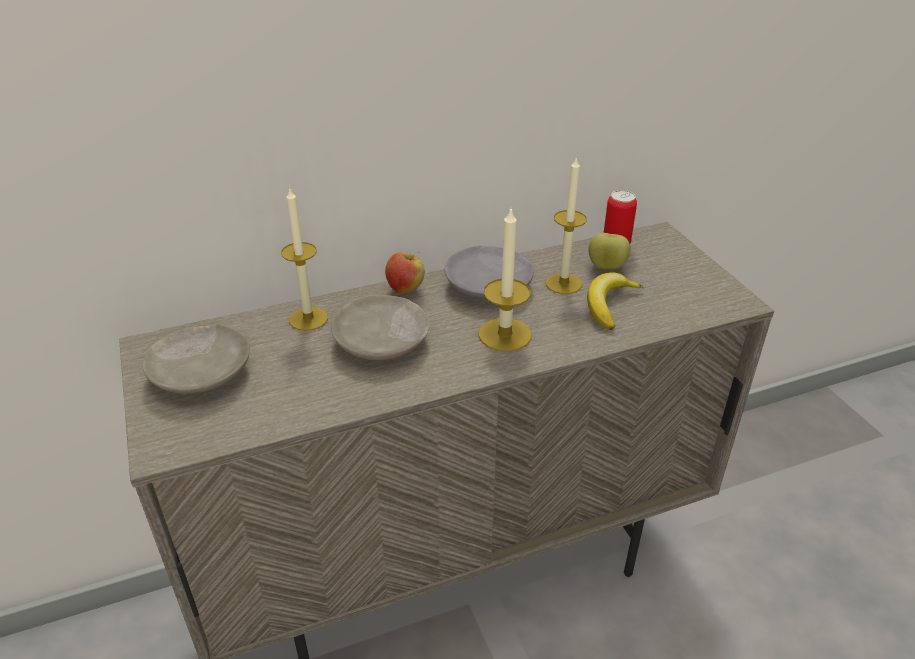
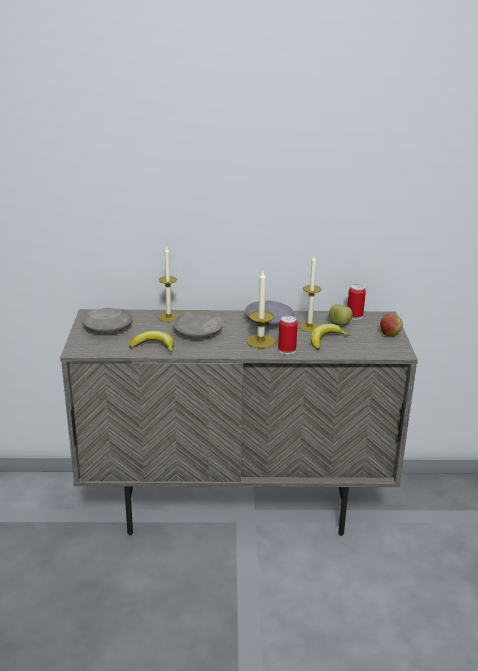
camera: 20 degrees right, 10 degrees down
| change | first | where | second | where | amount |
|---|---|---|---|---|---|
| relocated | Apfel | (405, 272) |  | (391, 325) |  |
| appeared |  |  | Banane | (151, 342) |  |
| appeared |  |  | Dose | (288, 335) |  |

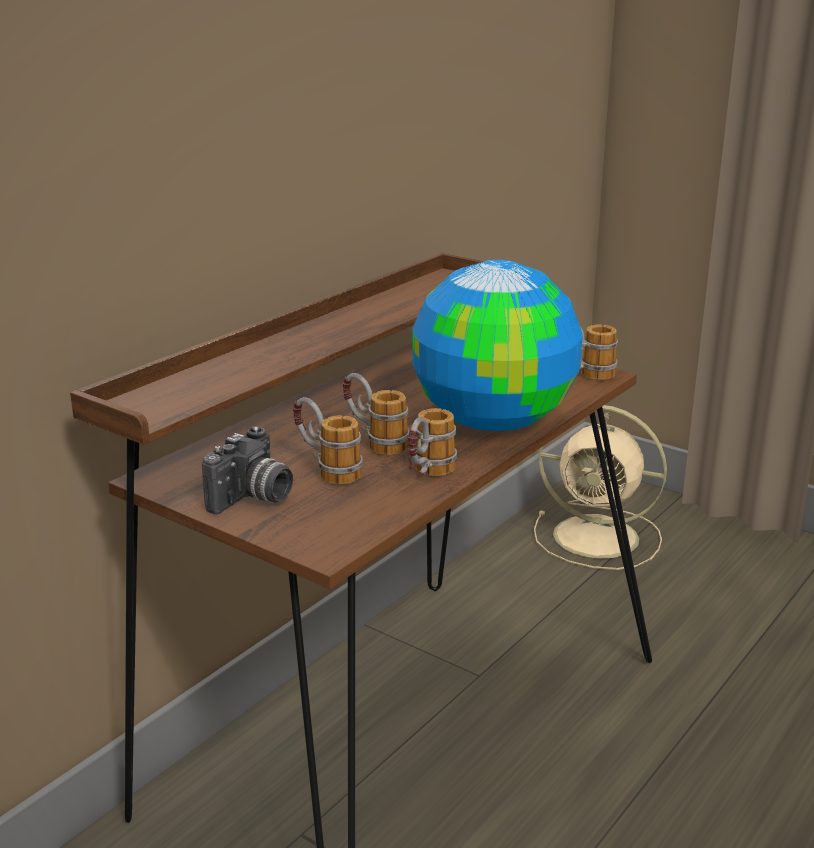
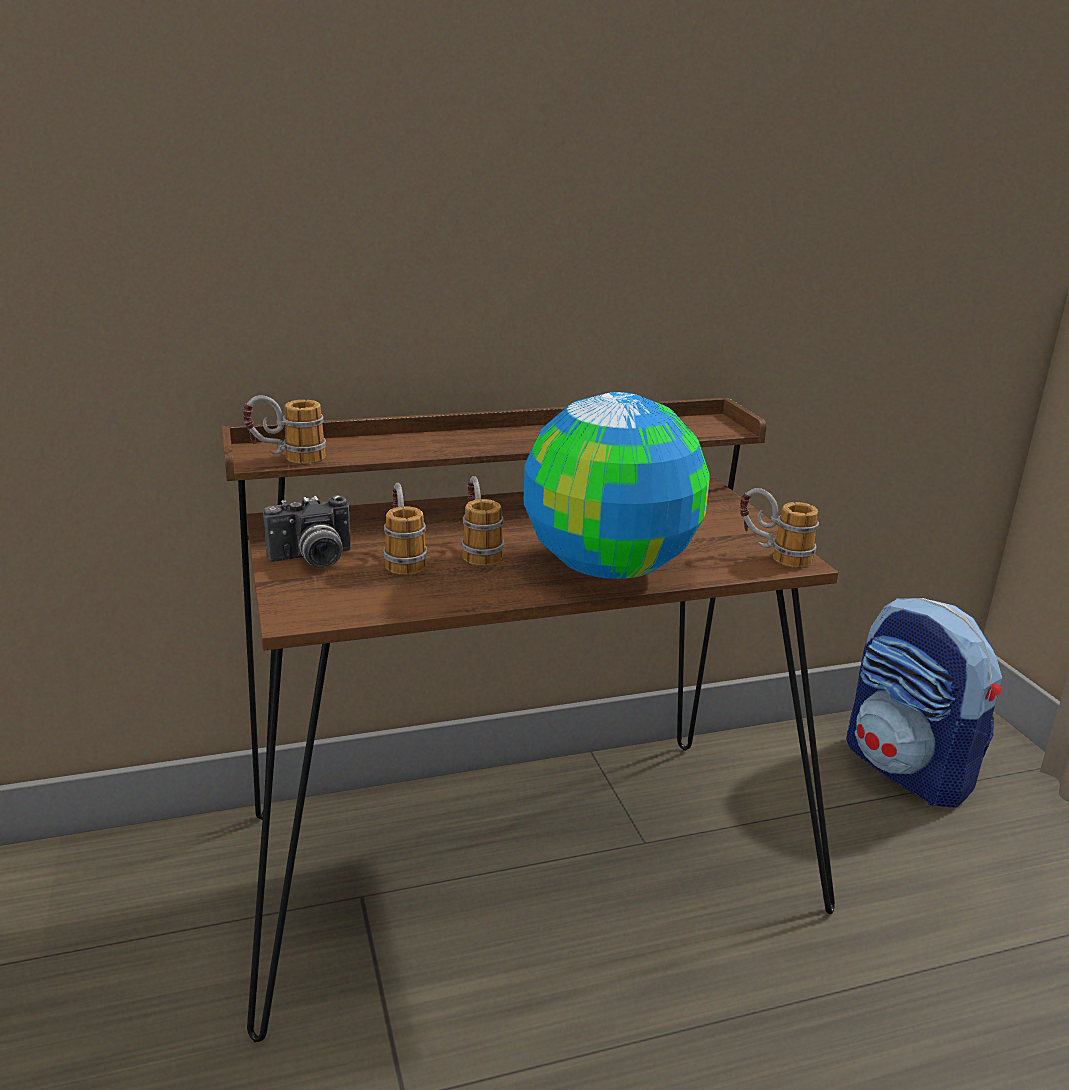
camera: 35 degrees right, 0 degrees up
| change | first | where | second | where | amount |
|---|---|---|---|---|---|
| relocated | Henkelbecher | (432, 442) |  | (284, 429) |  |
| exchanged | Ventilator [beige] | (600, 487) | Rucksack | (924, 703) |  |

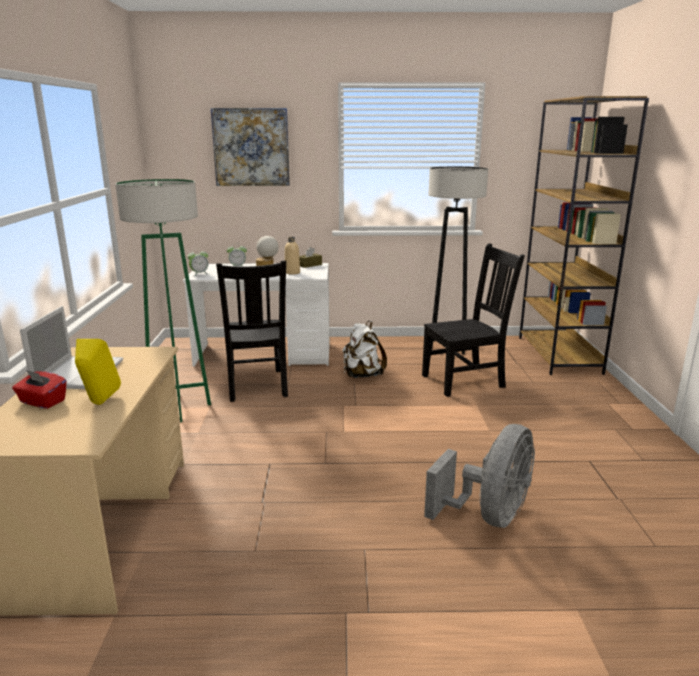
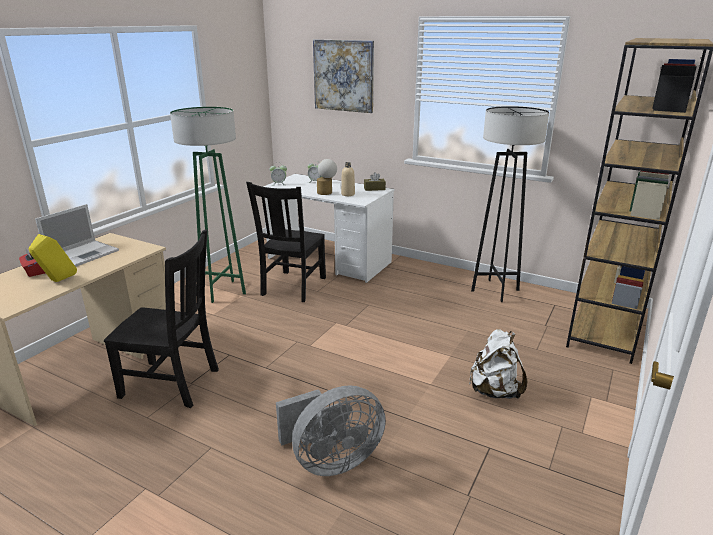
camera: 30 degrees right, 5 degrees up
| change | first | where | second | where | amount |
|---|---|---|---|---|---|
| relocated | Rucksack [weiß] | (365, 349) |  | (498, 364) |  |
| relocated | Stuhl [schwarz] | (473, 320) |  | (161, 318) |  |

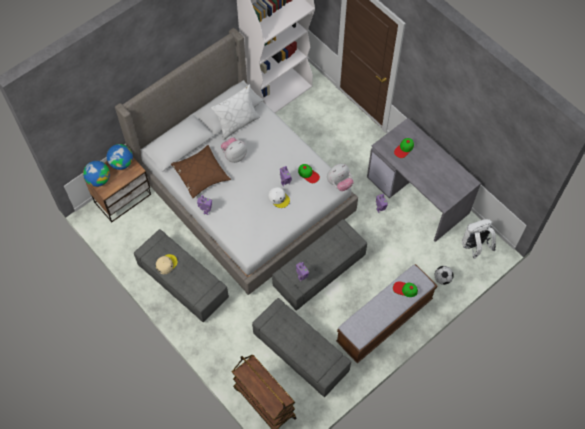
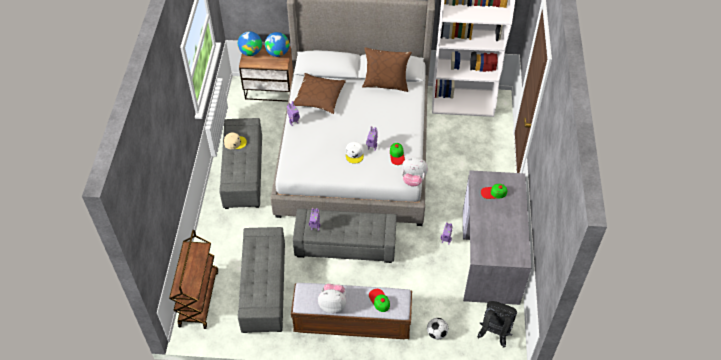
camera: 45 degrees right, 10 degrees down
| change | first | where | second | where | amount |
|---|---|---|---|---|---|
| colour | Kissen [weiß] | (235, 112) | Kissen [braun] | (387, 69) |  |
| relocated | Plüschtier | (234, 150) |  | (332, 299) |  |
| colour | Rucksack [weiß] | (479, 239) | Rucksack [schwarz] | (497, 324) |  |

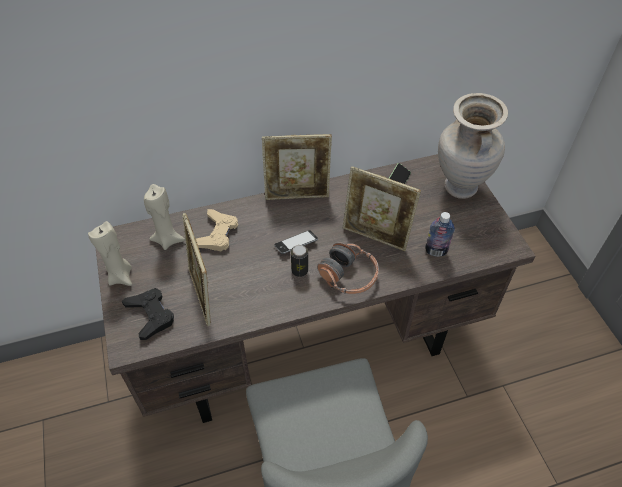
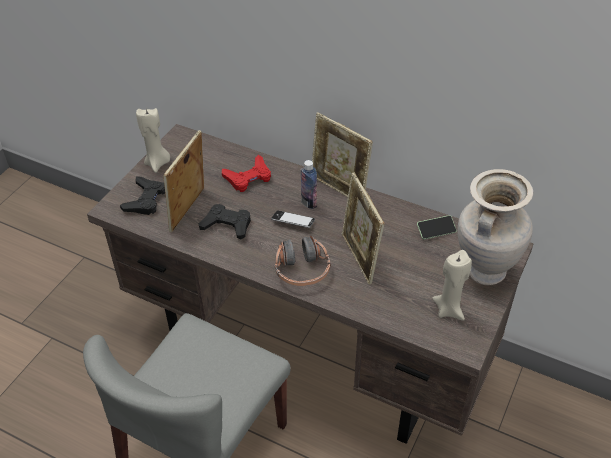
camera: 45 degrees right, 5 degrees down
| change | first | where | second | where | amount |
|---|---|---|---|---|---|
| relocated | Kerze [beige] | (164, 217) |  | (452, 285) |  |
| colour | Gamepad [beige] | (217, 230) | Gamepad [rot] | (246, 173) |  |
| missing | Dose | (299, 261) |  |  |  |
| relocated | Flasche | (440, 234) |  | (309, 184) |  |
| appeared |  |  | Gamepad [schwarz] | (225, 221) |  |

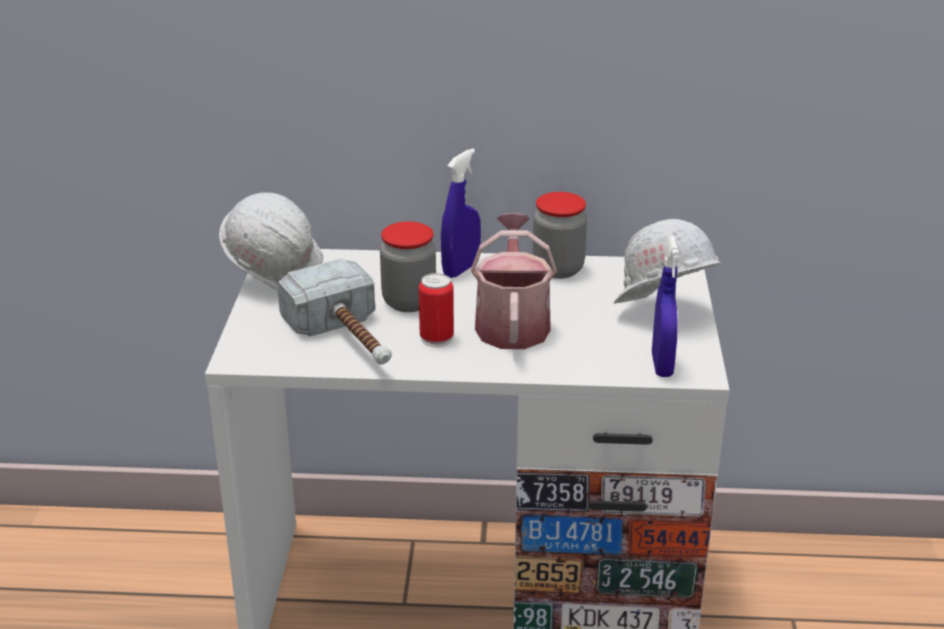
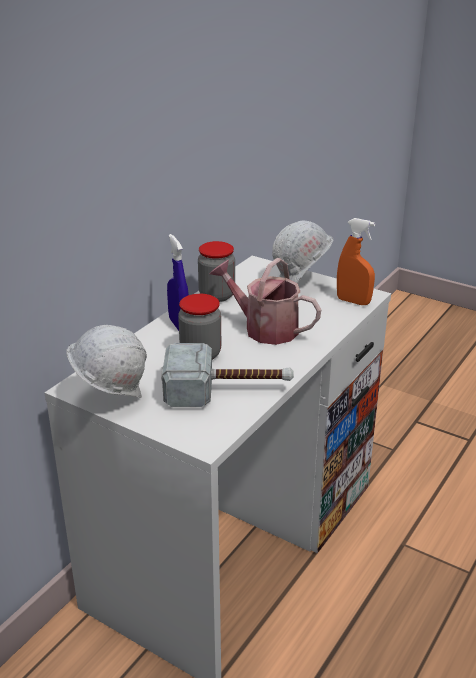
camera: 60 degrees left, 0 degrees up
| change | first | where | second | where | amount |
|---|---|---|---|---|---|
| missing | Dose | (436, 310) |  |  |  |
| colour | Sprühflasche [blau] | (665, 306) | Sprühflasche [orange] | (356, 261) |  |

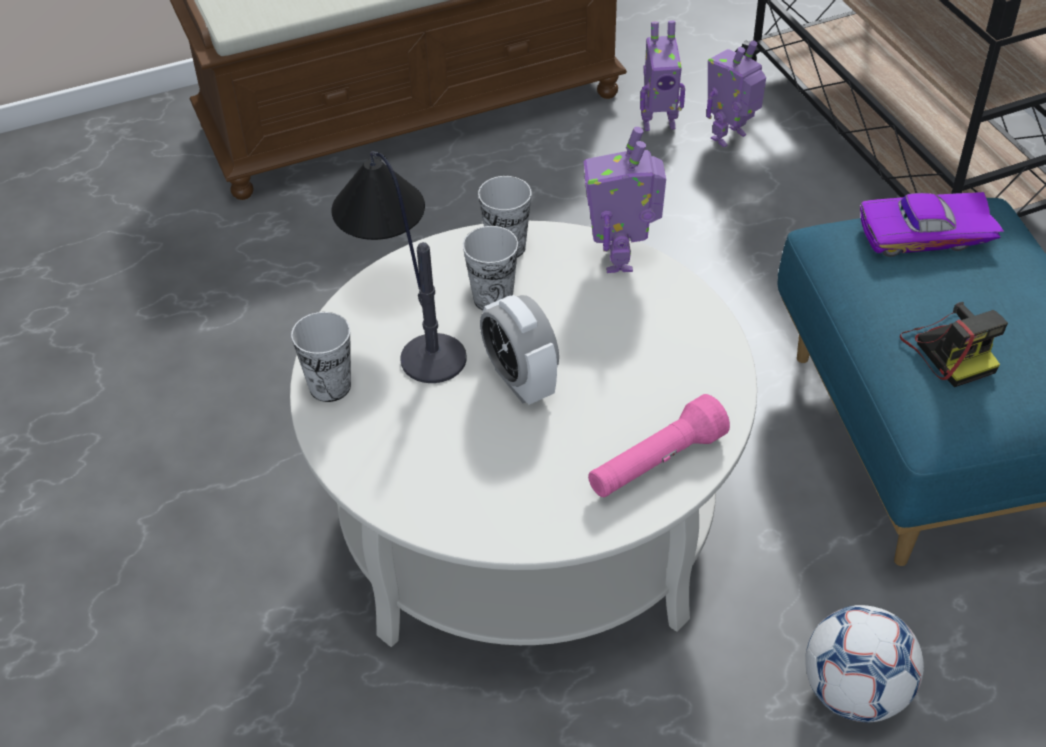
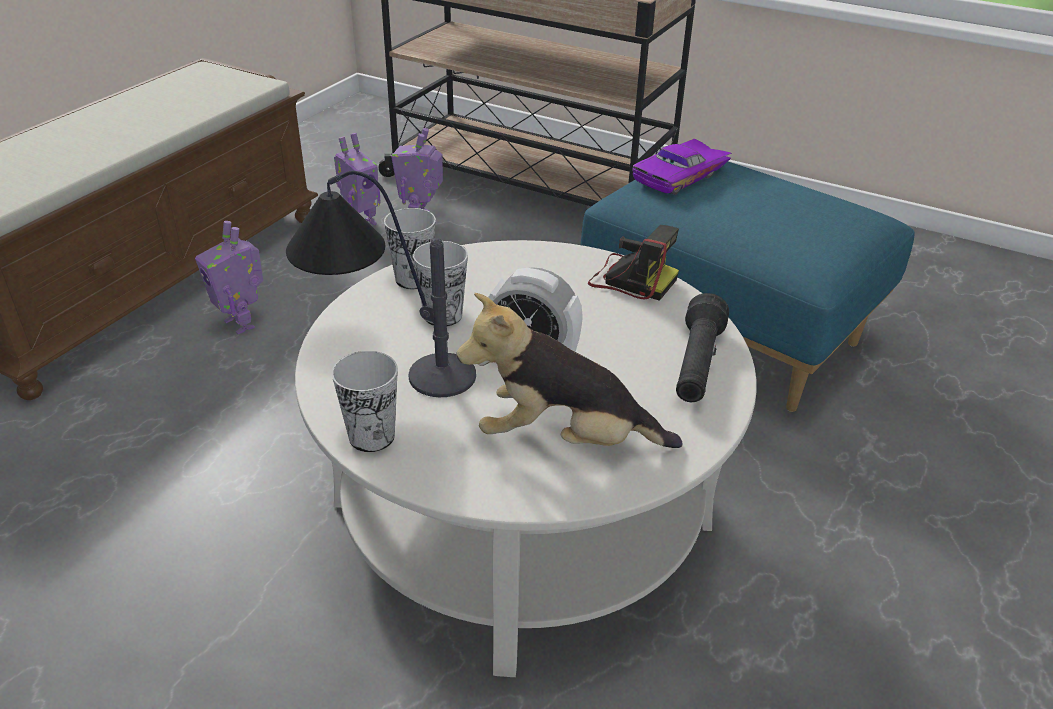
camera: 40 degrees left, 10 degrees down
| change | first | where | second | where | amount |
|---|---|---|---|---|---|
| relocated | Spielzeugroboter | (625, 200) |  | (229, 277) |  |
| colour | Taschenlampe [rosa] | (659, 445) | Taschenlampe [schwarz] | (702, 347) |  |
| missing | Fußball | (864, 663) |  |  |  |
| relocated | Kamera | (954, 344) |  | (633, 263) |  |
| appeared |  |  | Plüschtier | (569, 370) |  |

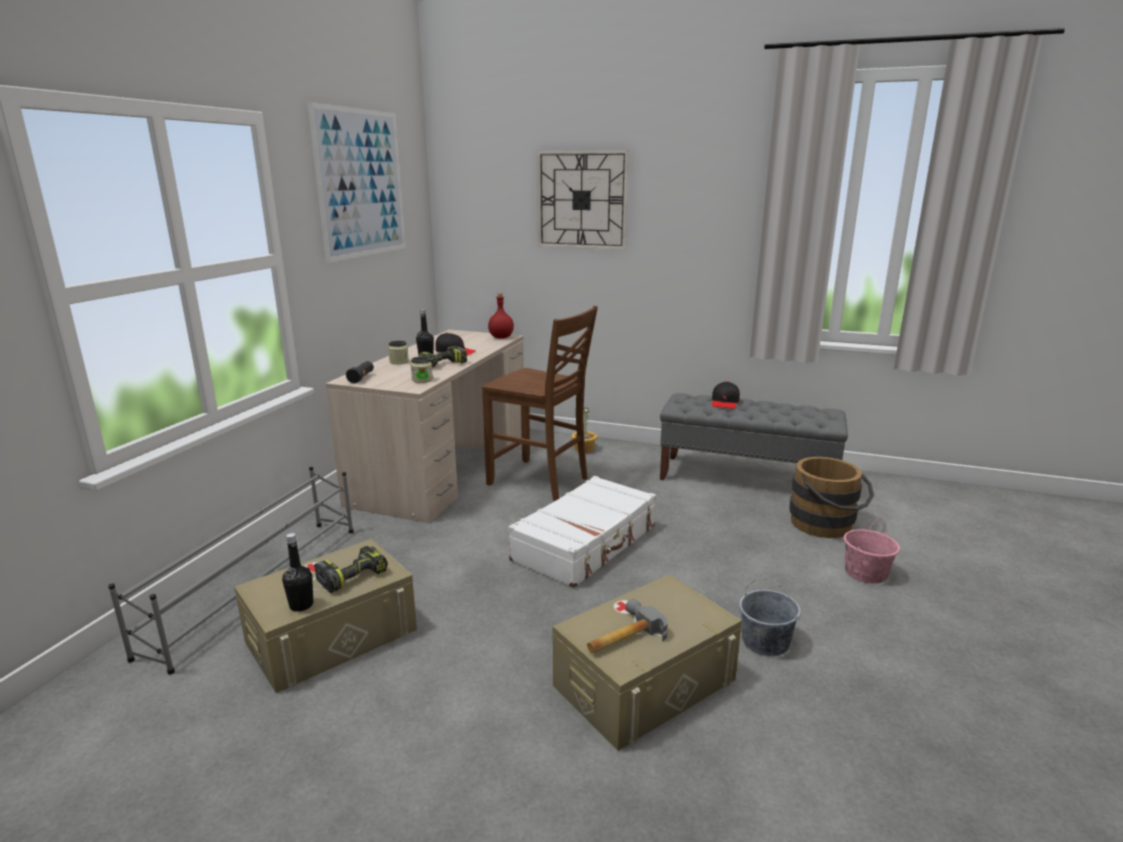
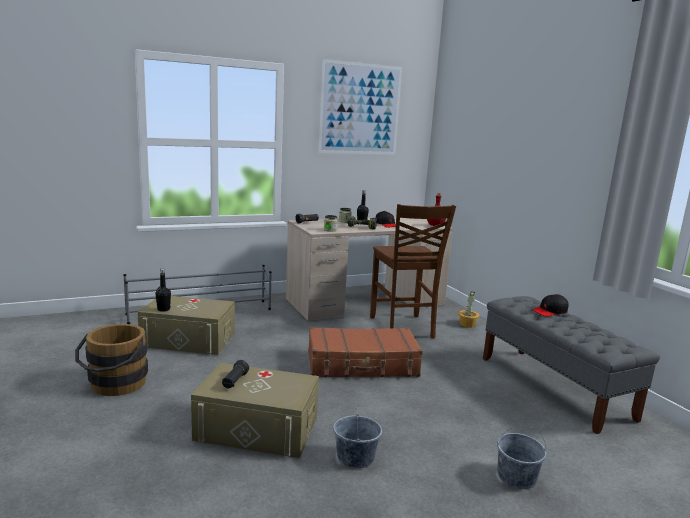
camera: 45 degrees right, 5 degrees down
| change | first | where | second | where | amount |
|---|---|---|---|---|---|
| missing | Bohrmaschine | (351, 569) |  |  |  |
| colour | Koffer [weiß] | (582, 532) | Koffer [braun] | (365, 352) |  |
| missing | Wanduhr | (583, 200) |  |  |  |
| exchanged | Hammer | (627, 625) | Taschenlampe [schwarz] | (235, 374) |  |
| relocated | Eimer [braun] | (831, 497) |  | (111, 360) |  |
| colour | Eimer [rosa] | (872, 551) | Eimer [grau] | (522, 457) |  |

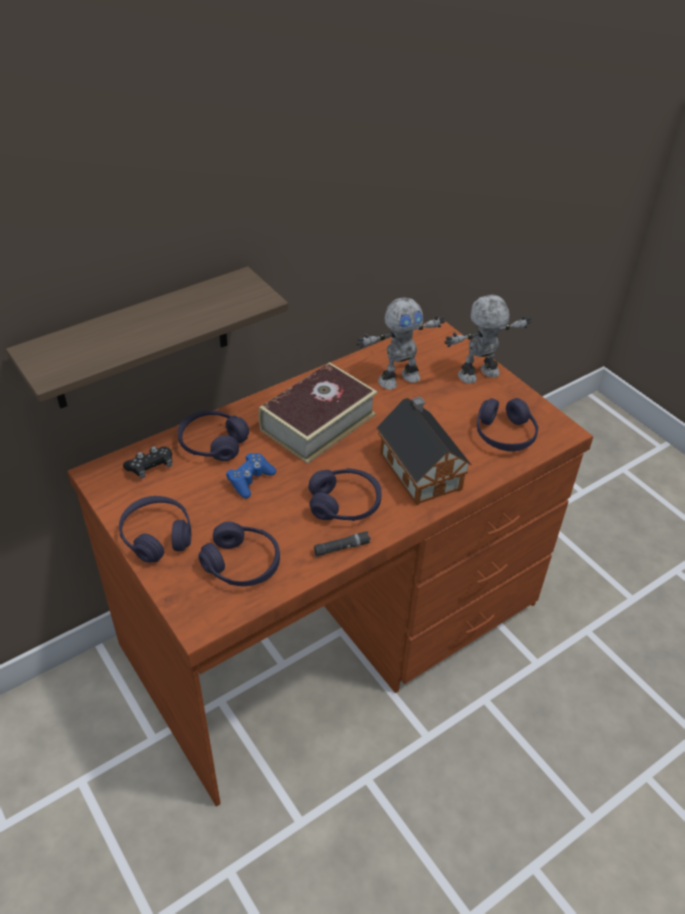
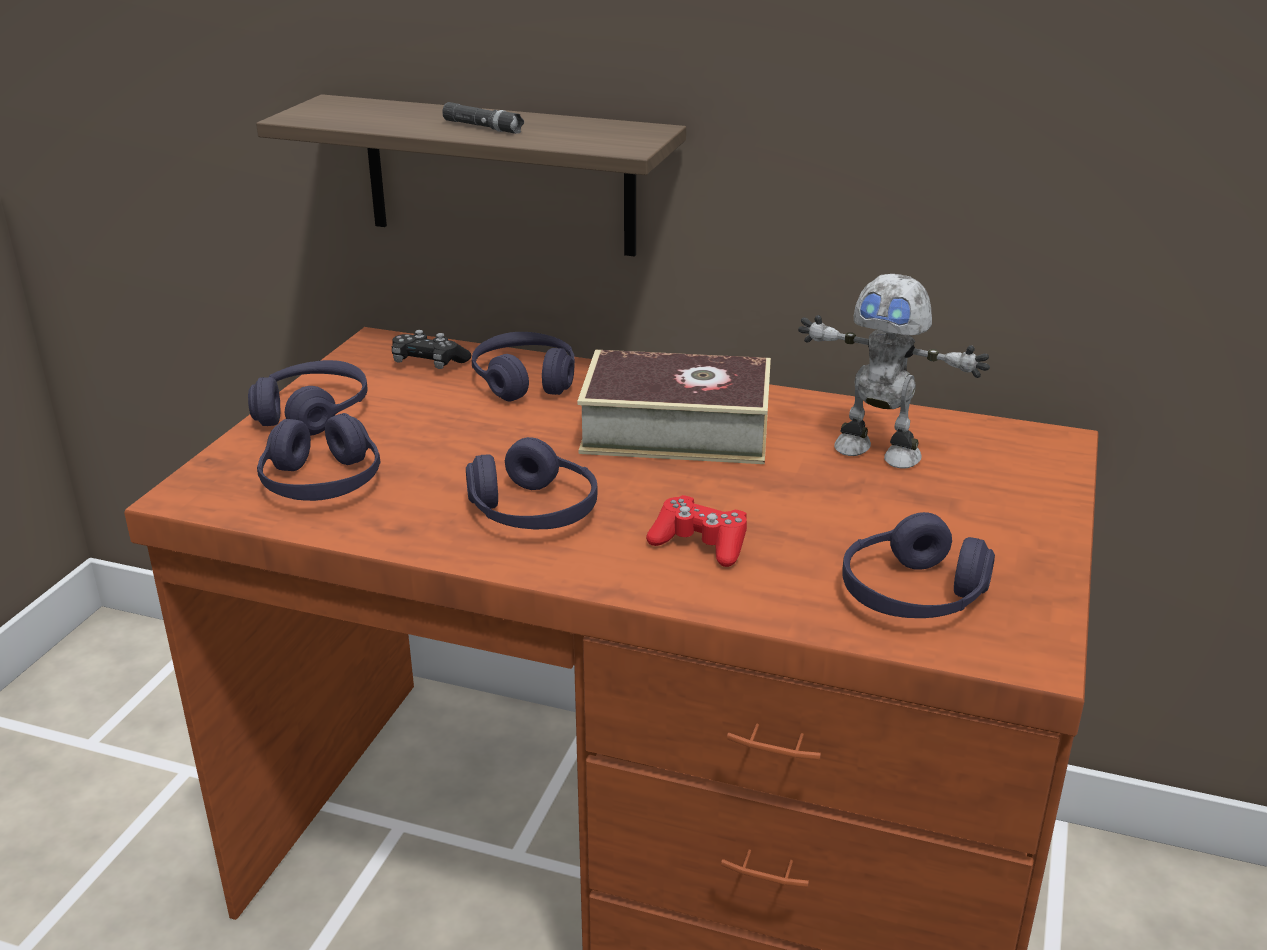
camera: 55 degrees right, 15 degrees down
| change | first | where | second | where | amount |
|---|---|---|---|---|---|
| missing | Gamepad [blau] | (251, 475) |  |  |  |
| relocated | Taschenlampe [schwarz] | (342, 543) |  | (483, 118) |  |
| exchanged | Spielzeughaus | (424, 450) | Gamepad [rot] | (696, 531) |  |
| missing | Spielzeugroboter | (487, 339) |  |  |  |

